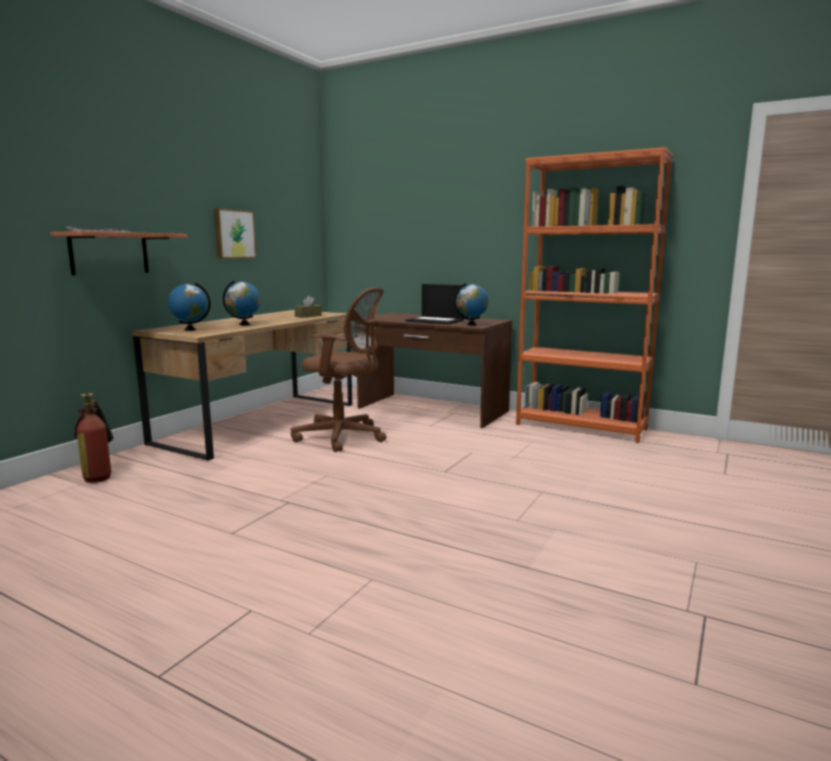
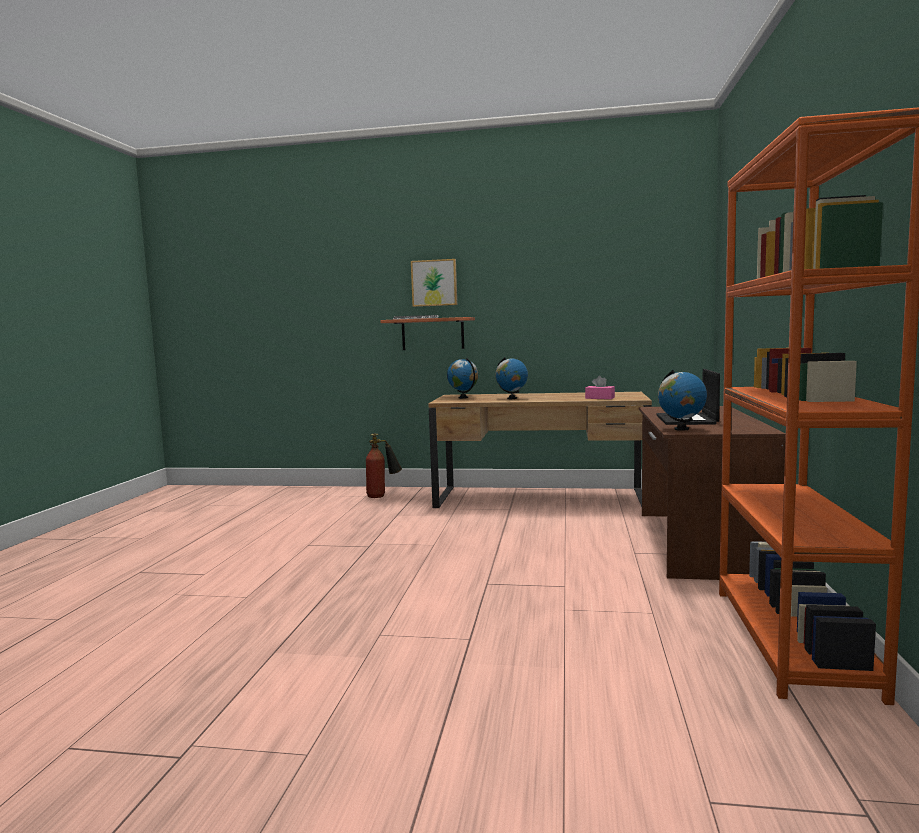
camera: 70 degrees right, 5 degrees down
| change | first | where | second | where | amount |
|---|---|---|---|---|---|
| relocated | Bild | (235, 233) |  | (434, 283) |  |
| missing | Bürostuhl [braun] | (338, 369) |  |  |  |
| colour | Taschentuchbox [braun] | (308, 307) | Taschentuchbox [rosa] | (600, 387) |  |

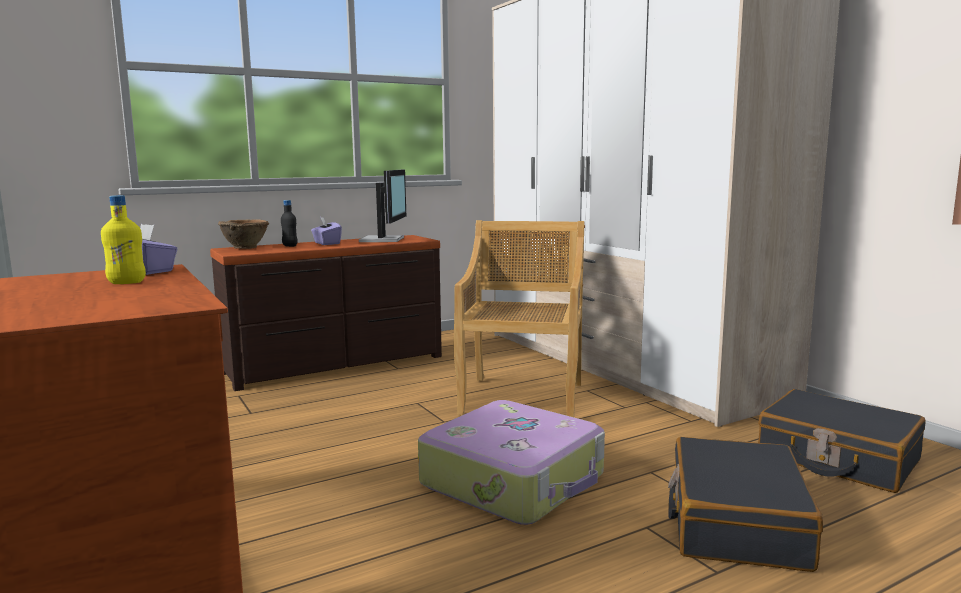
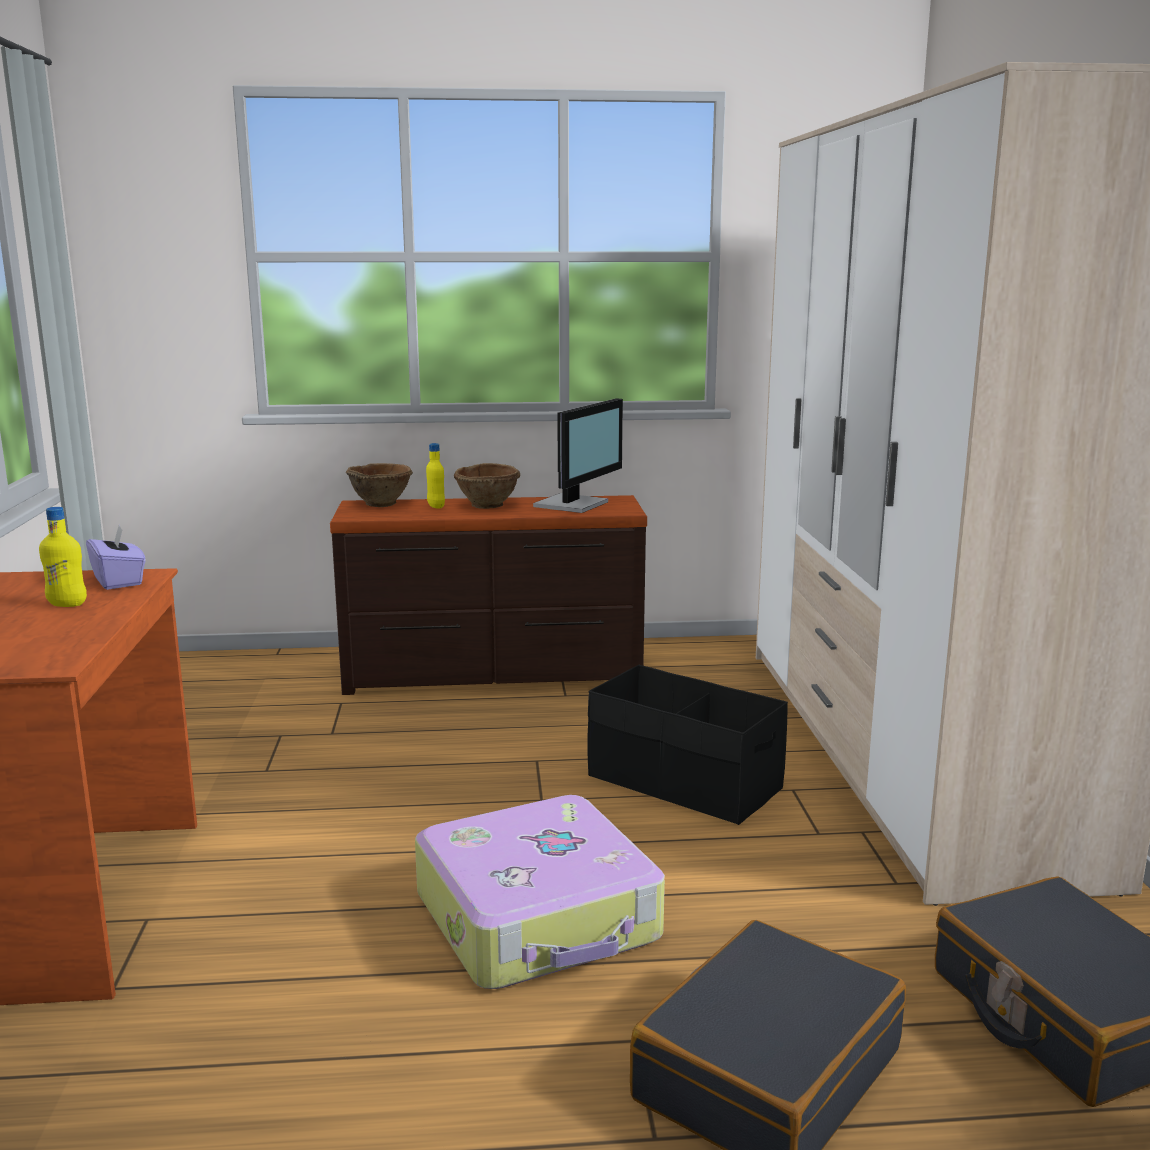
camera: 25 degrees right, 5 degrees up
| change | first | where | second | where | amount |
|---|---|---|---|---|---|
| colour | Flasche [schwarz] | (289, 223) | Flasche [gelb] | (435, 476) |  |
| exchanged | Taschentuchbox [lila] | (326, 231) | Schüssel [braun] | (487, 486) |  |
| exchanged | Stuhl [beige] | (519, 318) | Aufbewahrungsbox [schwarz] | (688, 745) |  |

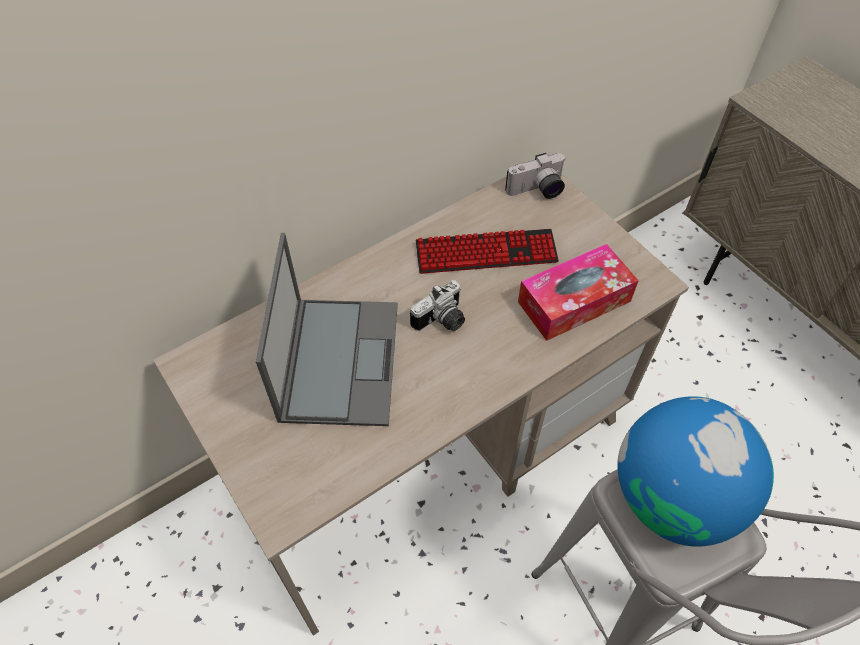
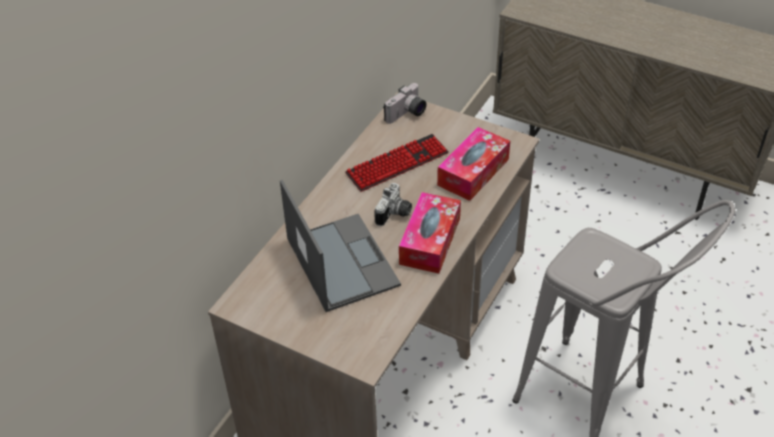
camera: 25 degrees left, 10 degrees down
| change | first | where | second | where | amount |
|---|---|---|---|---|---|
| missing | Globus | (695, 471) |  |  |  |
| appeared |  |  | Taschentuchbox | (430, 233) |  |

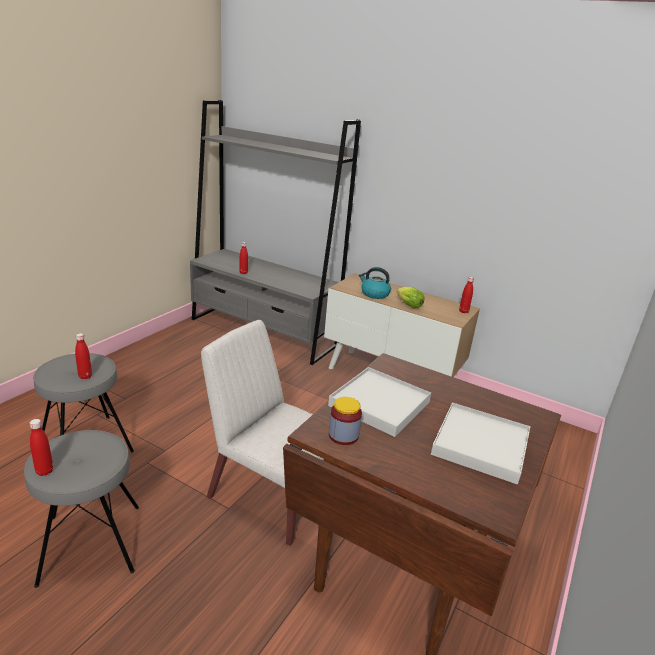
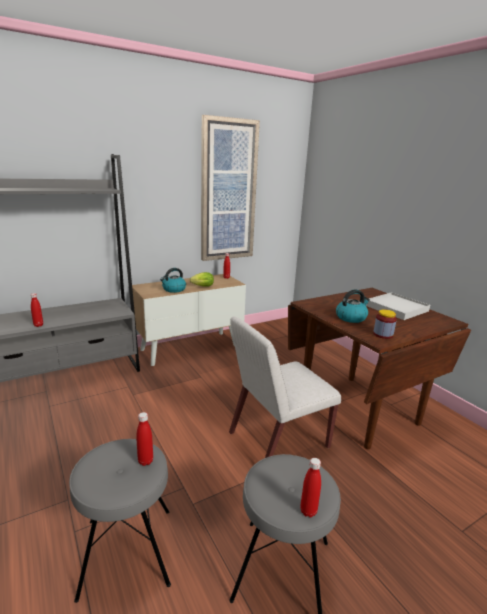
camera: 60 degrees left, 5 degrees down
| change | first | where | second | where | amount |
|---|---|---|---|---|---|
| exchanged | Tablett [weiß] | (379, 402) | Wasserkessel | (353, 306) |  |
| appeared |  |  | Bild | (230, 188) |  |

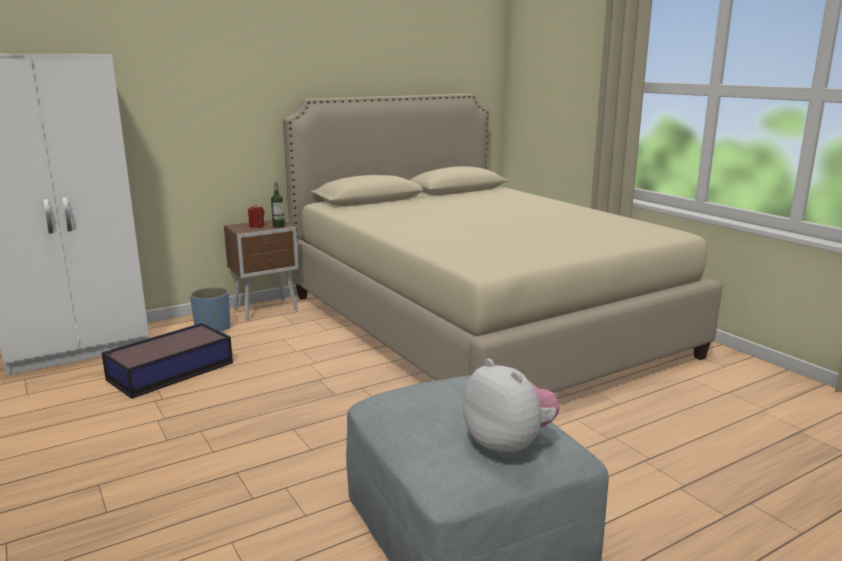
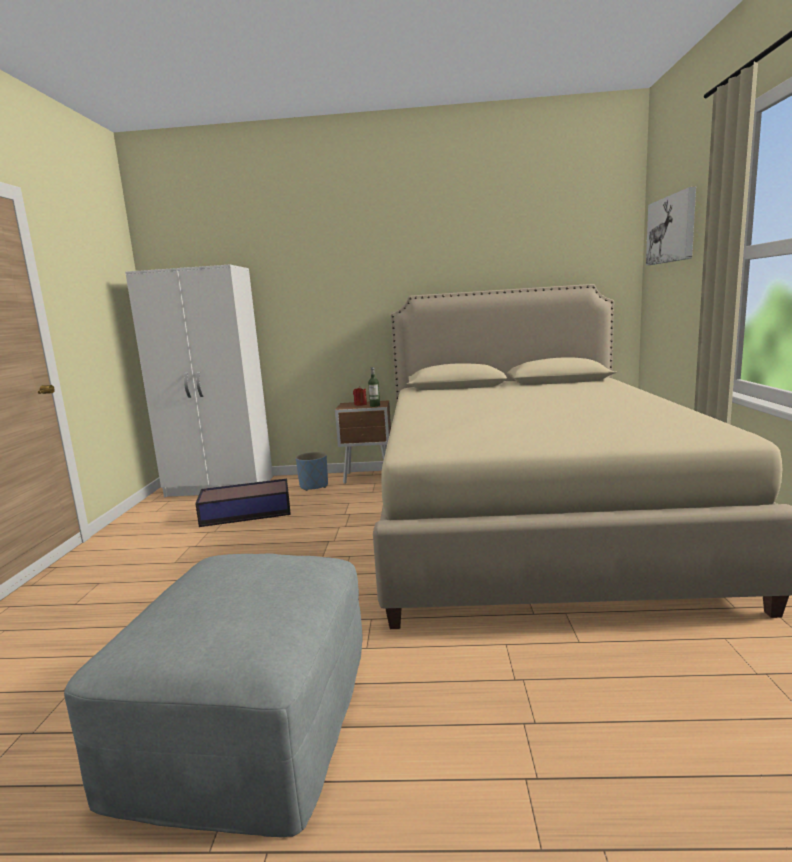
camera: 35 degrees right, 5 degrees down
| change | first | where | second | where | amount |
|---|---|---|---|---|---|
| missing | Plüschtier | (511, 408) |  |  |  |
| appeared |  |  | Bild | (671, 226) |  |

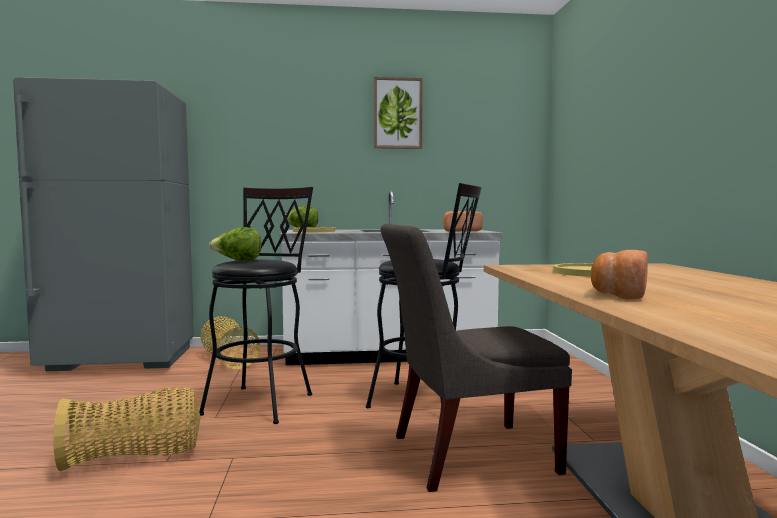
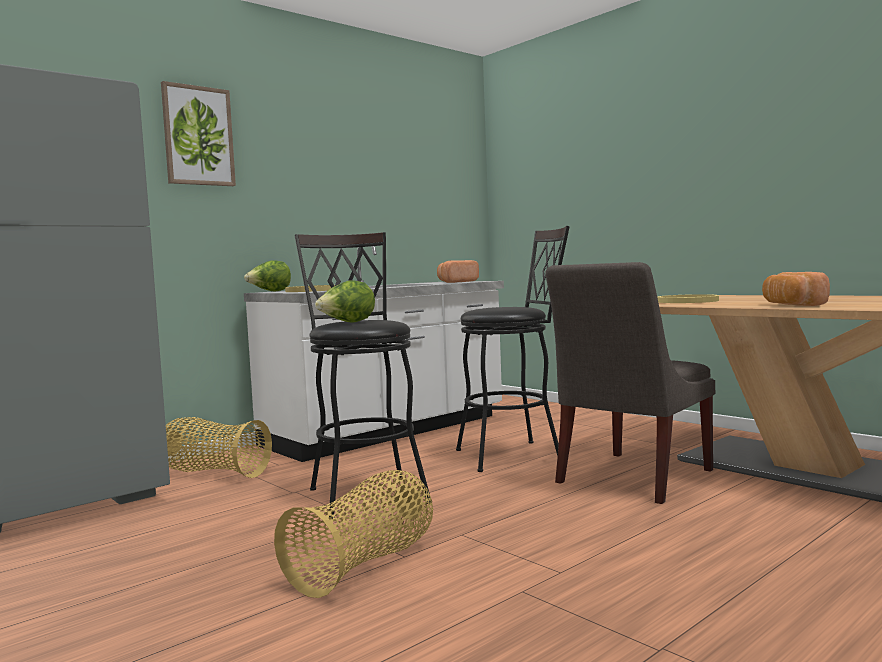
camera: 35 degrees left, 0 degrees up
| change | first | where | second | where | amount |
|---|---|---|---|---|---|
| relocated | Bild | (398, 113) |  | (198, 133) |  |

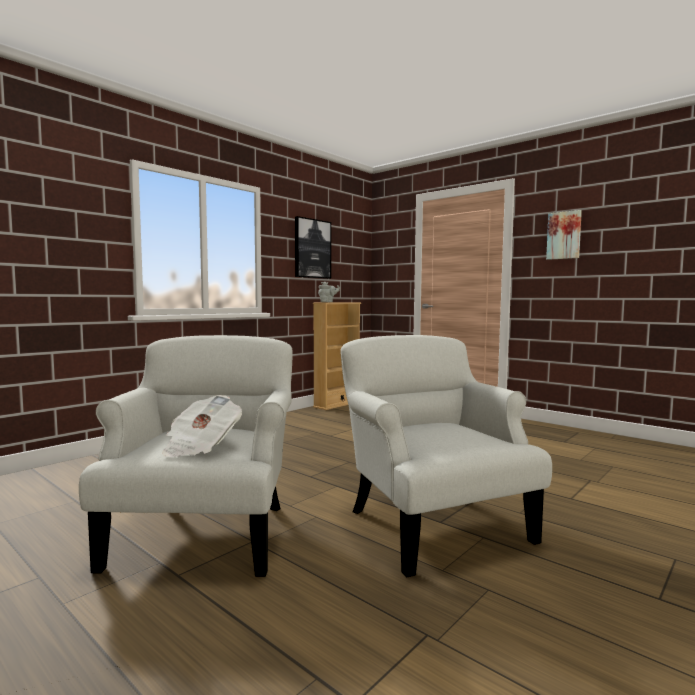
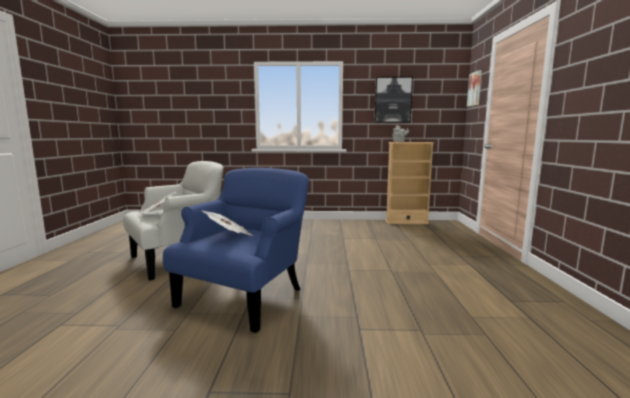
camera: 50 degrees right, 5 degrees up
| change | first | where | second | where | amount |
|---|---|---|---|---|---|
| colour | Sessel [weiß] | (446, 456) | Sessel [blau] | (236, 250) |  |
| relocated | Bild | (564, 235) |  | (474, 88) |  |
| appeared |  |  | Zeitung | (227, 223) |  |

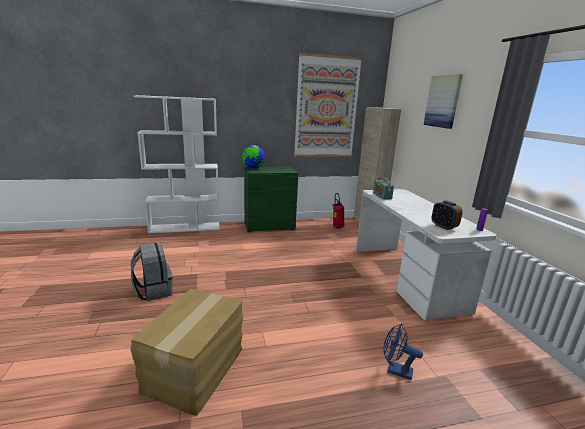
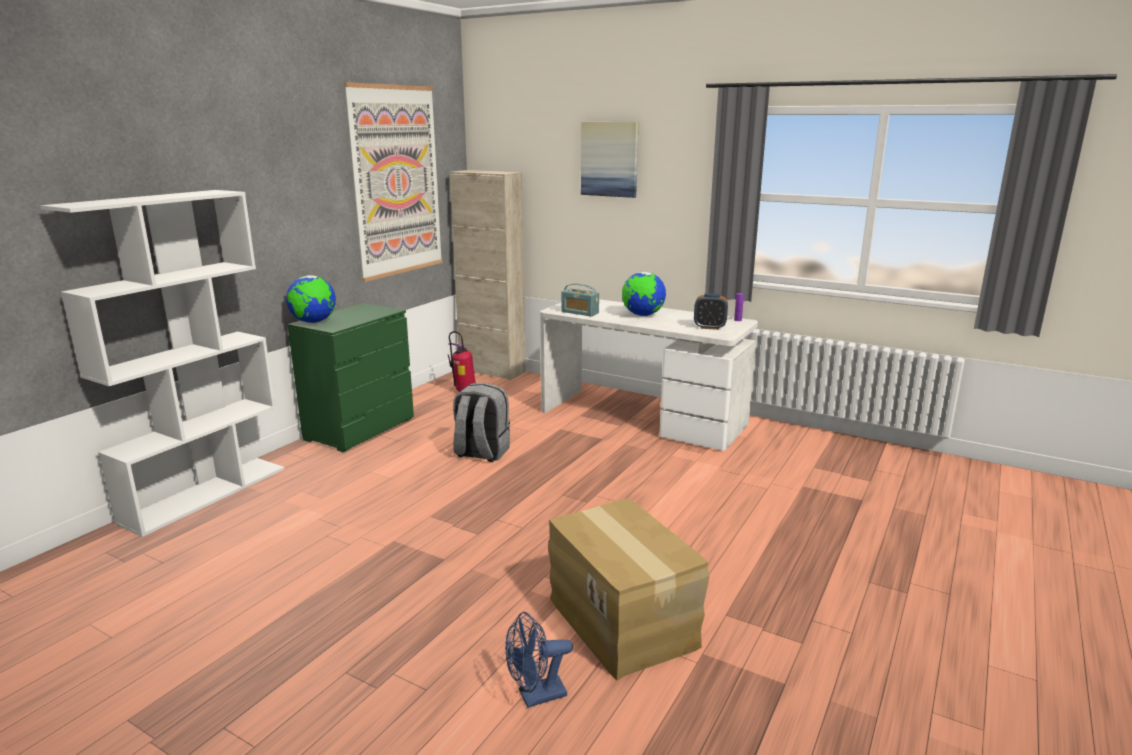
camera: 45 degrees left, 0 degrees up
| change | first | where | second | where | amount |
|---|---|---|---|---|---|
| relocated | Rucksack [grau] | (152, 271) |  | (481, 422) |  |
| relocated | Ventilator [blau] | (403, 352) |  | (539, 660) |  |
| appeared |  |  | Globus | (644, 294) |  |

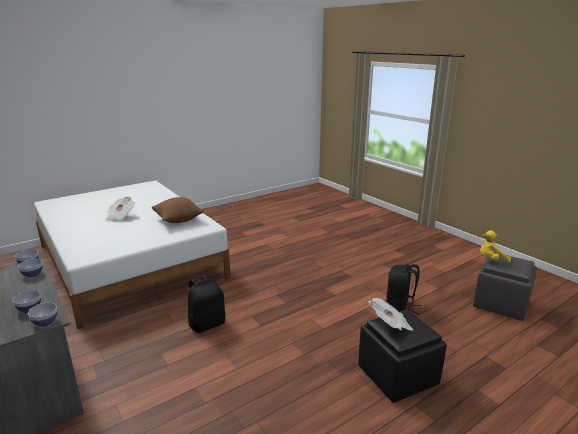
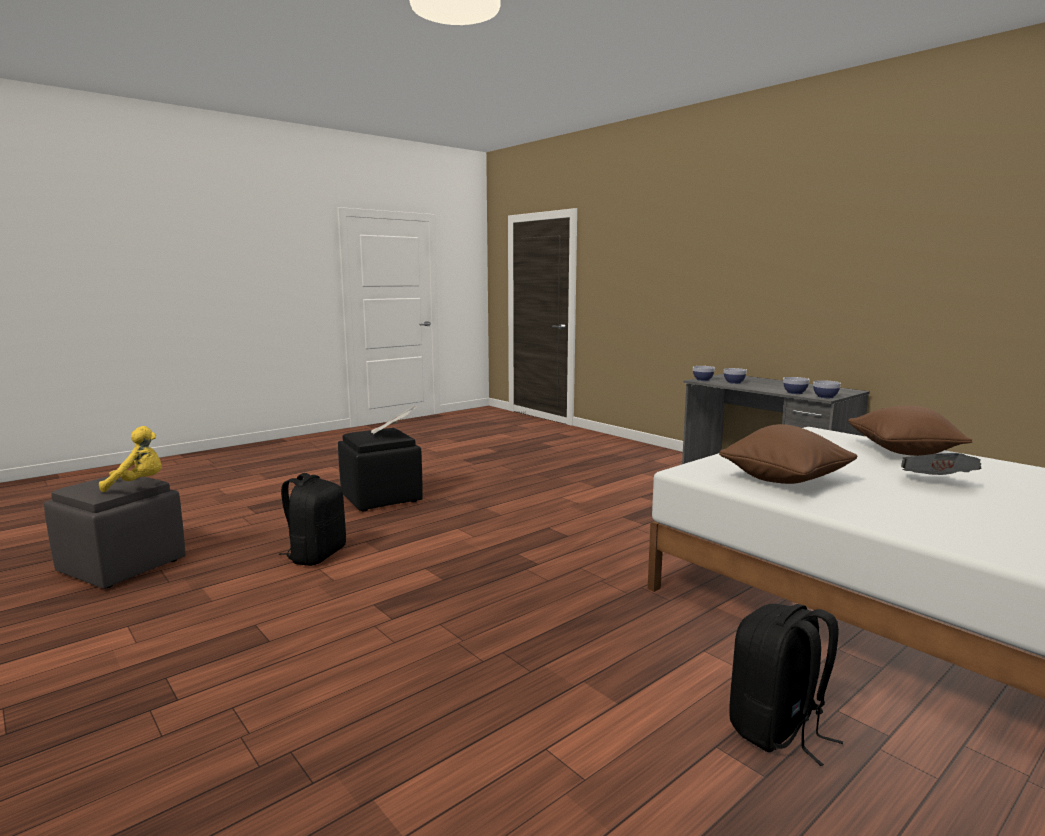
camera: 175 degrees right, 10 degrees down
| change | first | where | second | where | amount |
|---|---|---|---|---|---|
| relocated | Rucksack [schwarz] | (206, 304) |  | (786, 685) |  |
| appeared |  |  | Kissen [braun] | (910, 430) |  |

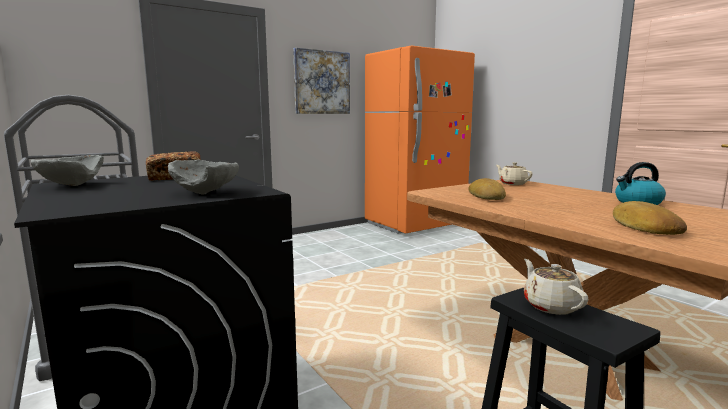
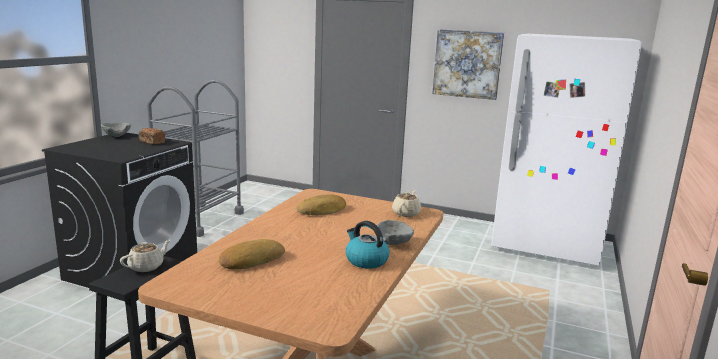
camera: 55 degrees right, 5 degrees up
| change | first | where | second | where | amount |
|---|---|---|---|---|---|
| relocated | Schüssel [grau] | (203, 177) |  | (395, 232) |  |
| colour | Kühlschrank [orange] | (420, 140) | Kühlschrank [weiß] | (566, 150) |  |

